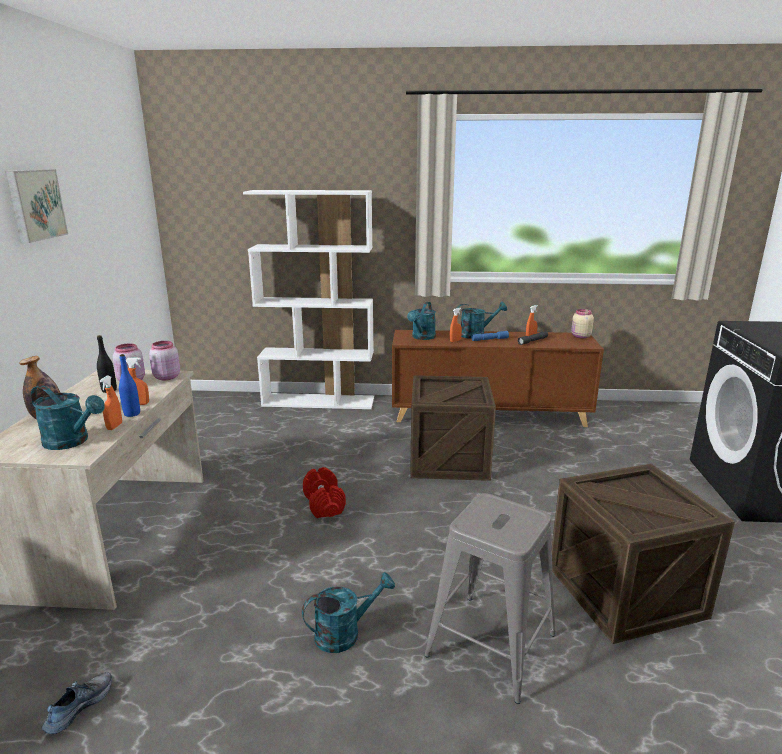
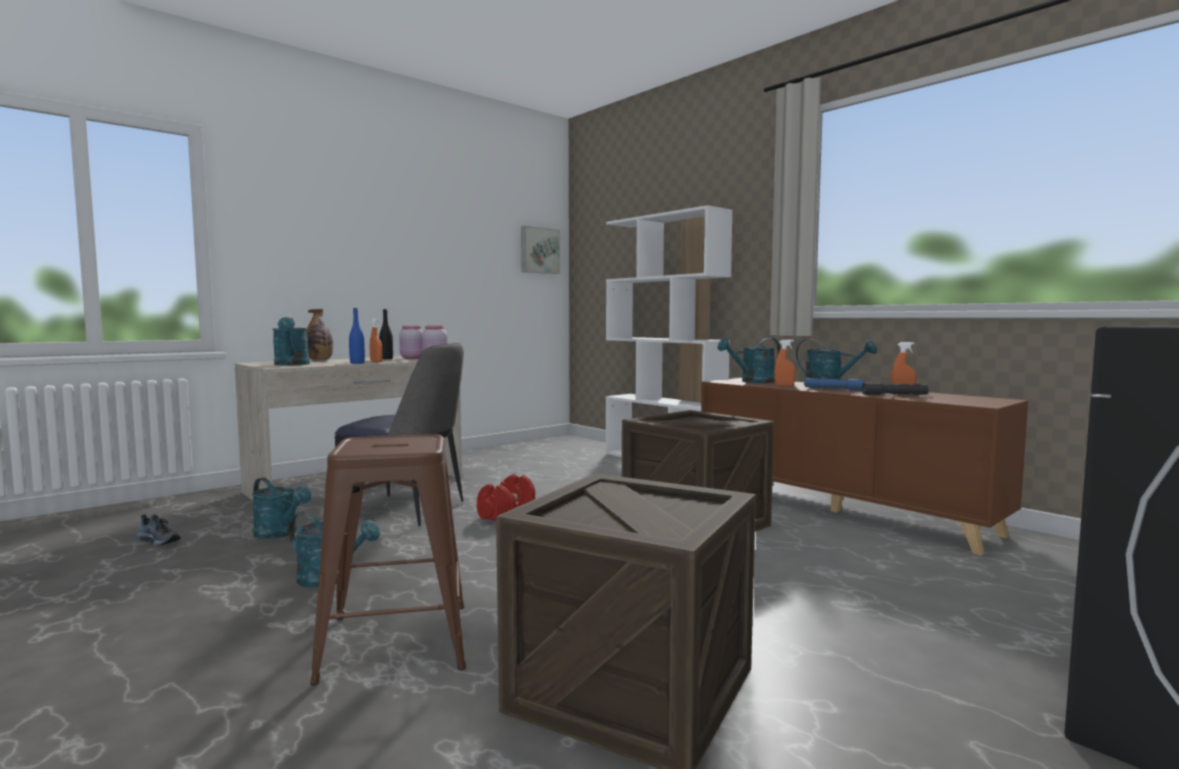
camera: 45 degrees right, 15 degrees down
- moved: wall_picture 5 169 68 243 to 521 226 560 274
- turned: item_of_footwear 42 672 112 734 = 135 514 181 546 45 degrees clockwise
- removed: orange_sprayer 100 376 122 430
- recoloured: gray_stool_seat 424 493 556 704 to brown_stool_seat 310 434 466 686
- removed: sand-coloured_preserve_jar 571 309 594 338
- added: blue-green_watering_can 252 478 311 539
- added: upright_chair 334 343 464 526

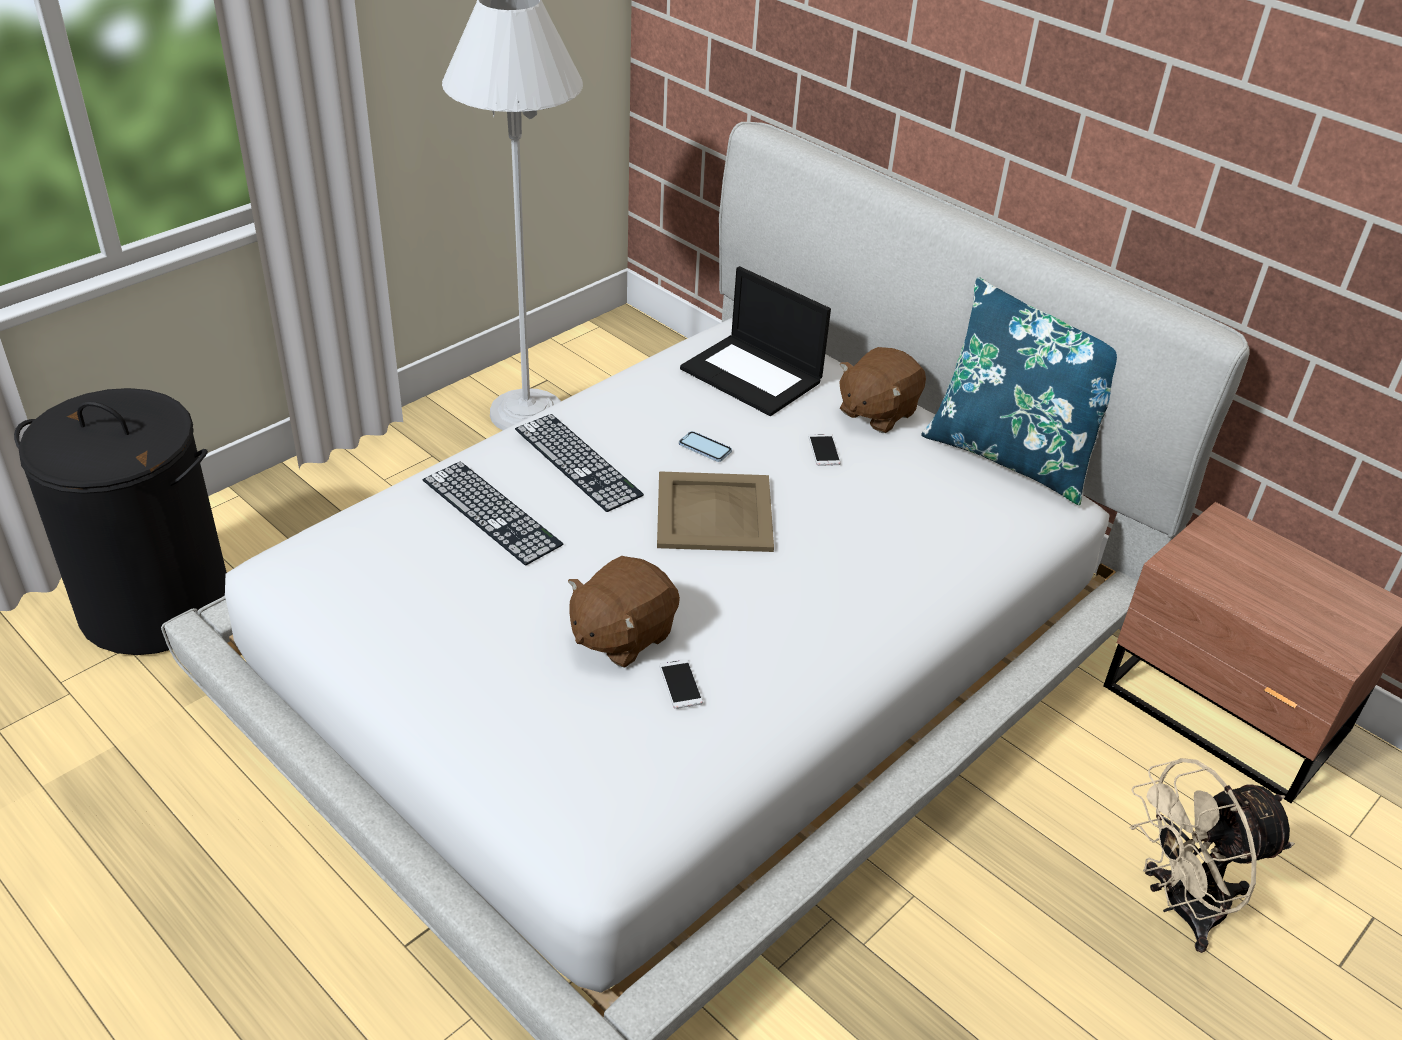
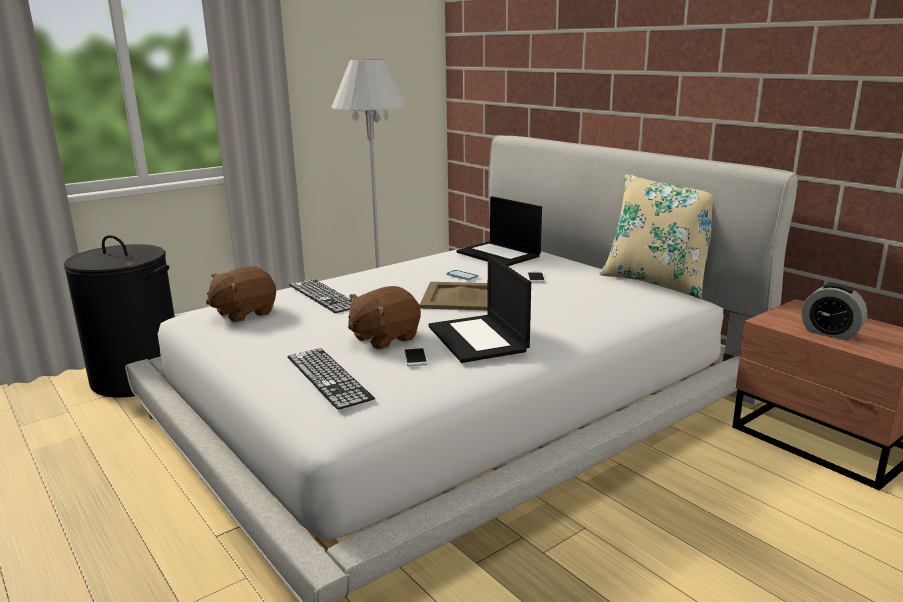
camera: 10 degrees right, 20 degrees down
- moved: PC_keyboard 515 414 644 512 to 287 348 375 410
- moved: brown_soft_toy 839 347 926 433 to 206 266 276 323
- recoloured: bluish_throw_pillow 921 277 1117 505 to sand-coloured_throw_pillow 599 174 713 299
- removed: sand-coloured_fan 1130 758 1295 953
- added: notebook_computer 428 255 531 363
- added: bedside_clock 801 283 867 340

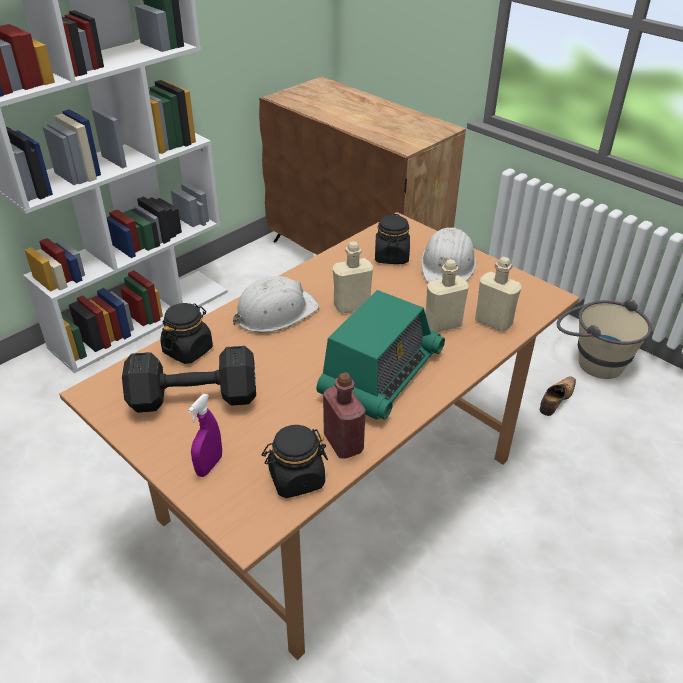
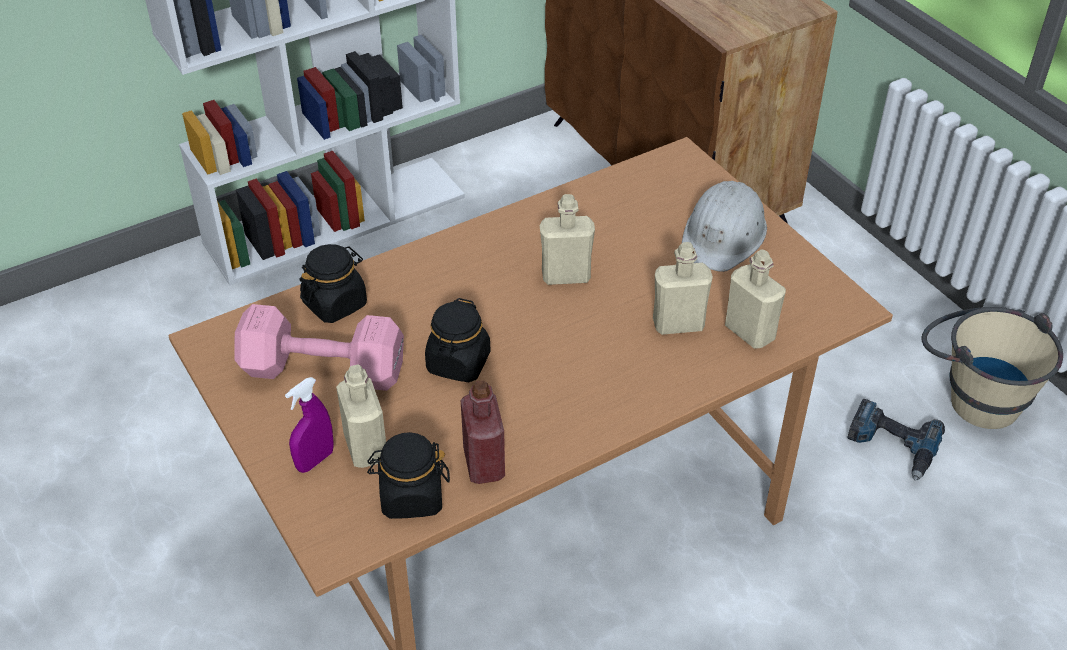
camera: 15 degrees right, 5 degrees up
- recoloured: blackish_hand_weight 122 346 256 413 to pinkish_hand_weight 234 304 404 391
- removed: white_safety_helmet 233 276 319 332
- removed: radio_receiver 316 290 445 420
- moved: blackish_preserve_jar 375 214 410 264 to 425 298 491 382
- replaced: item_of_footwear 540 376 576 416 to electric_drill 847 399 945 481
- added: sand-coloured_beverage_bottle 336 364 386 468

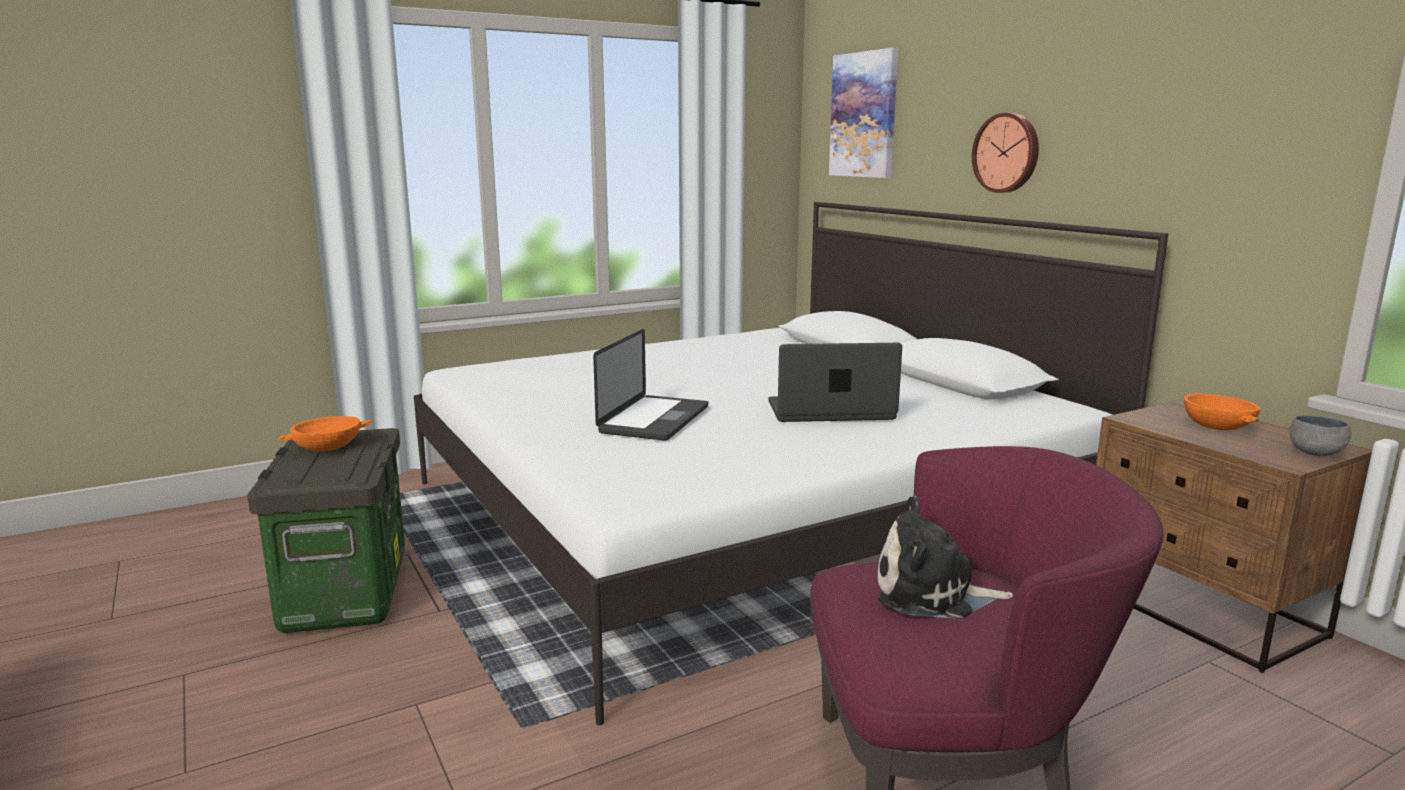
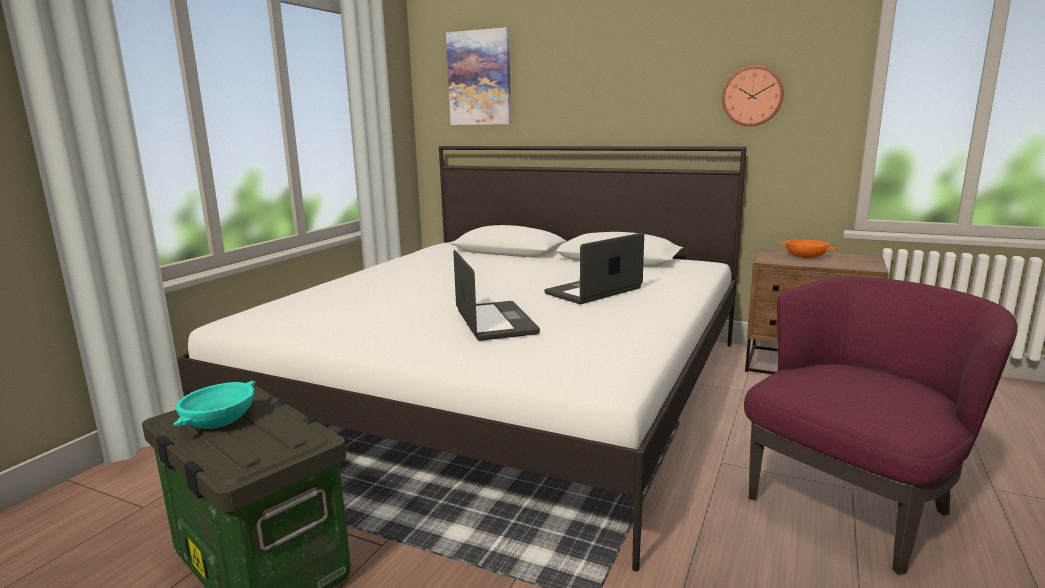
camera: 35 degrees left, 0 degrees up
- recoloured: orange_deep_dish 277 416 373 451 to blue-green_deep_dish 173 381 255 429
- removed: soft_toy 878 496 1013 619
- moved: wall_clock 972 113 1039 193 to 722 66 784 126
- removed: gray_deep_dish 1289 416 1351 456

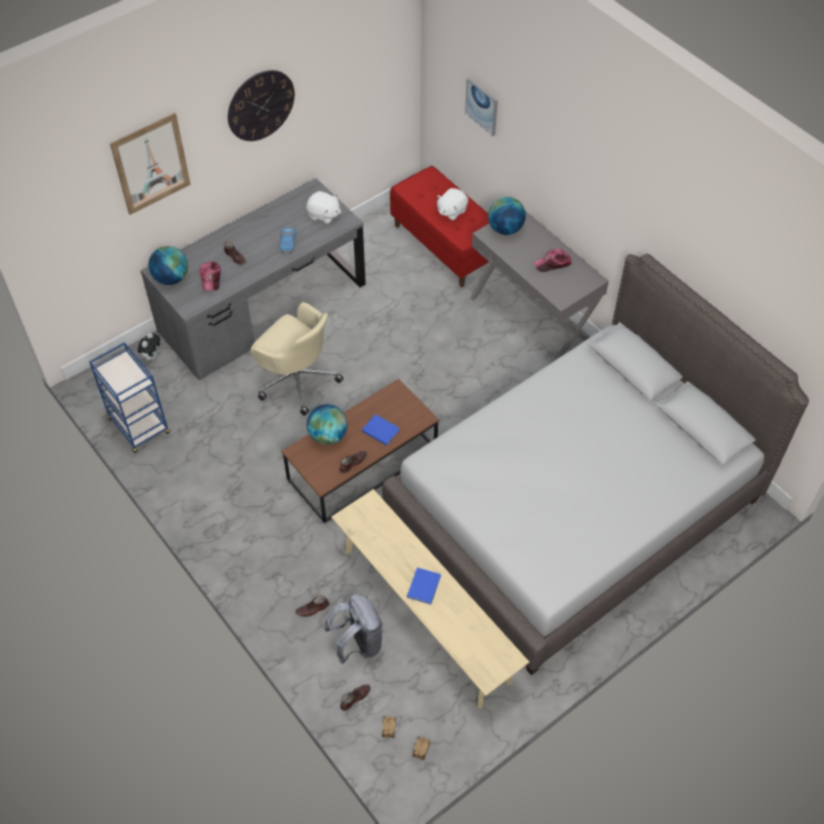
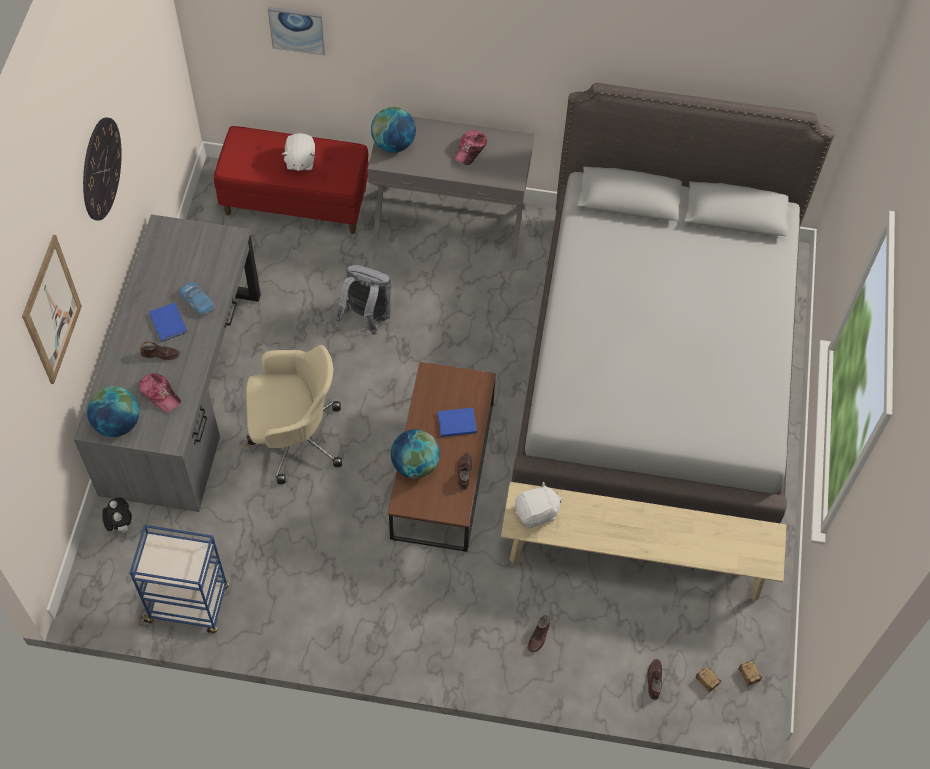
camera: 45 degrees left, 5 degrees up
- moved: white_soft_toy 306 191 341 224 to 515 481 562 528
- moved: gray_knapsack 325 594 383 664 to 336 265 391 335
- moved: bluish_book 407 568 441 605 to 149 303 188 342

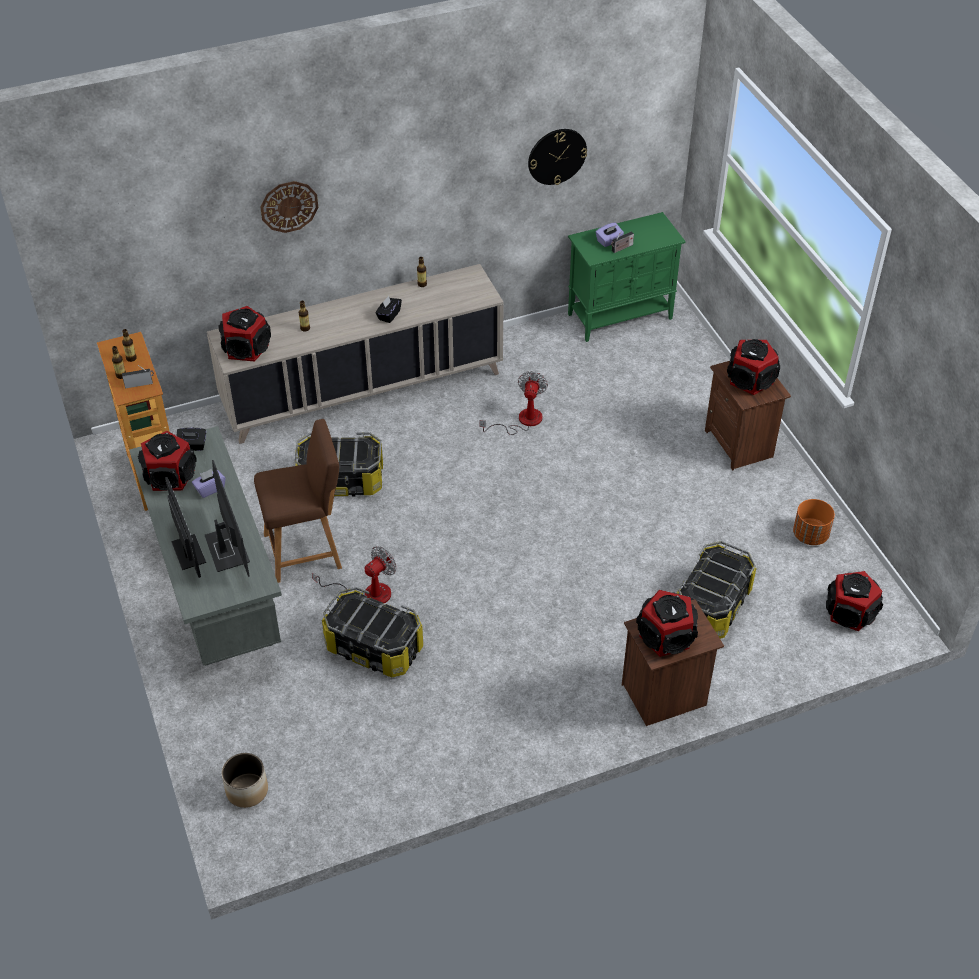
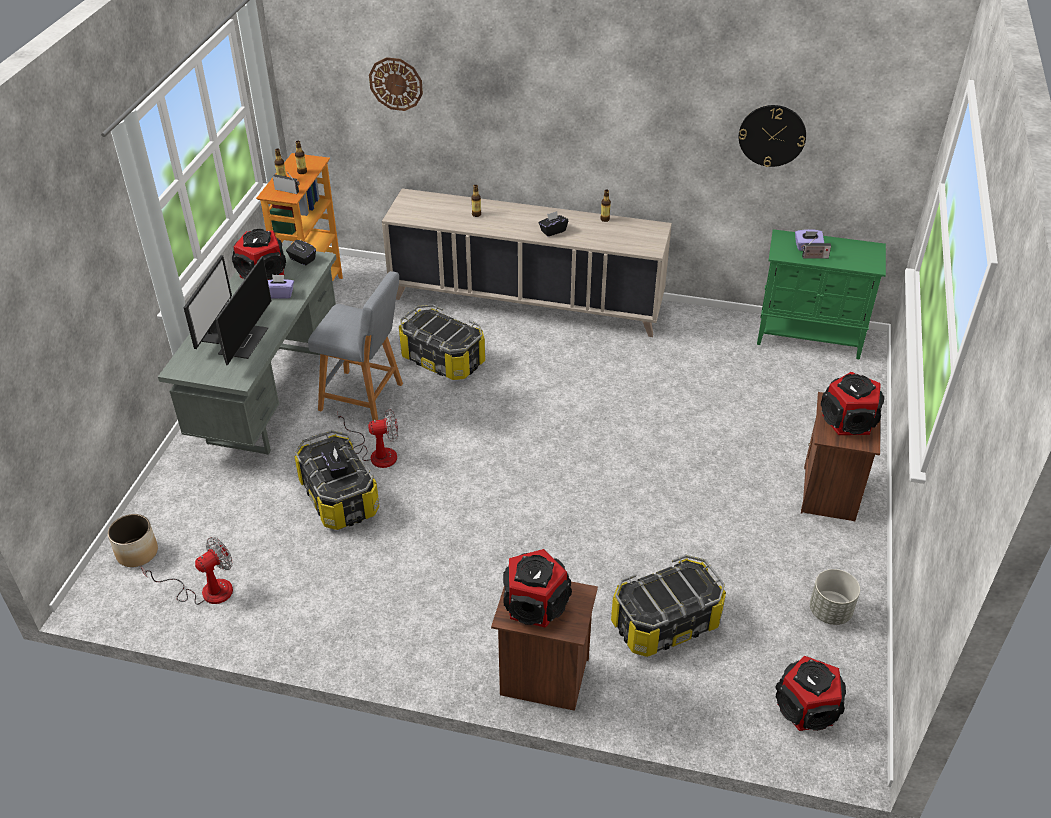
camera: 35 degrees right, 5 degrees down
- removed: speaker 219 306 271 362
- recoloured: brown_stool_seat 254 419 342 583 to gray_stool_seat 308 271 403 421
- moved: wall_clock 260 181 318 233 to 369 57 423 111
- moved: fan 479 371 548 435 to 141 537 233 605
- recoloured: orange_planter 793 499 835 545 to gray_planter 810 569 860 625
- added: blackish_tissue_box 321 447 348 478

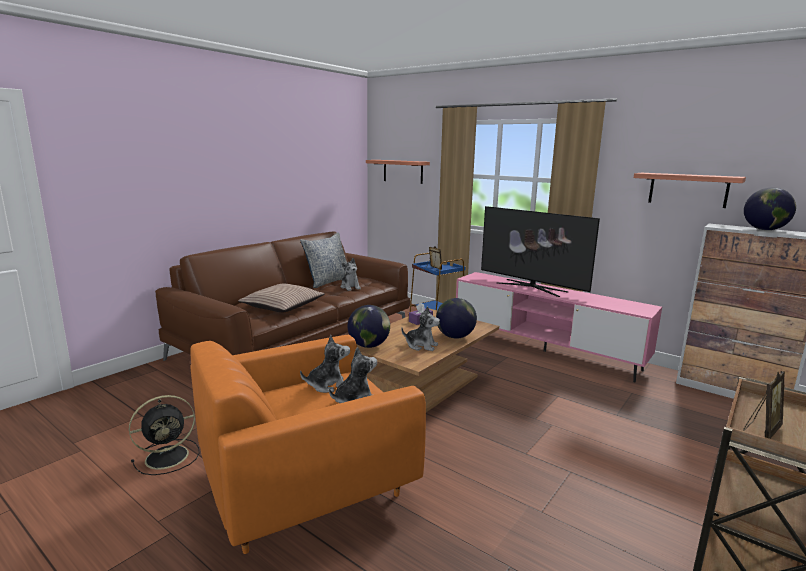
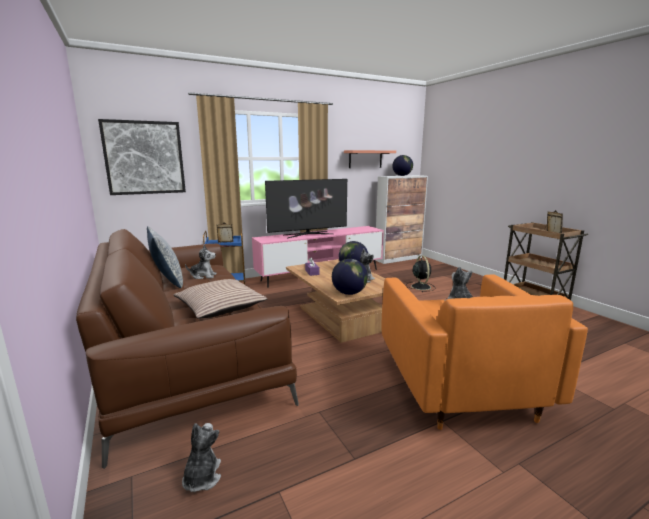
camera: 65 degrees left, 0 degrees up
- moved: blackish_fan 129 395 199 475 to 406 255 436 292
- moved: soft_toy 300 335 350 393 to 182 423 221 492
- replaced: shelf 366 160 430 184 to wall_picture 98 119 186 195

